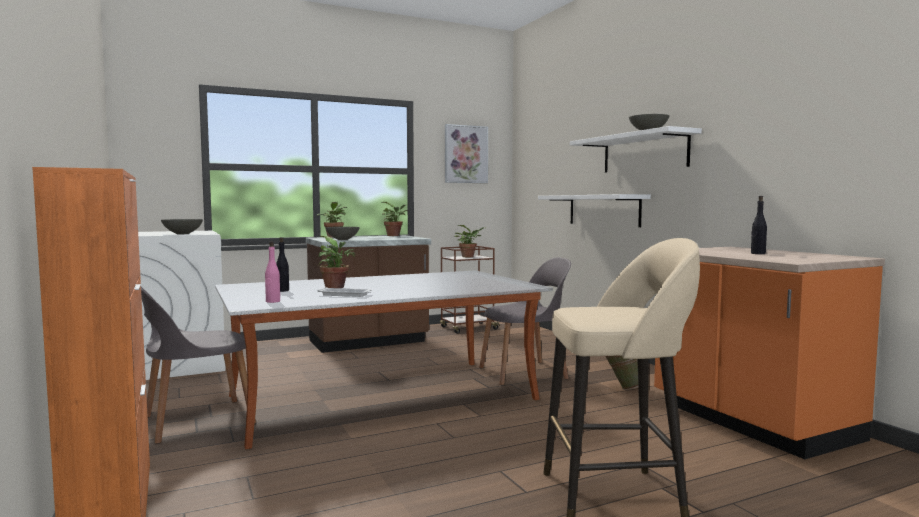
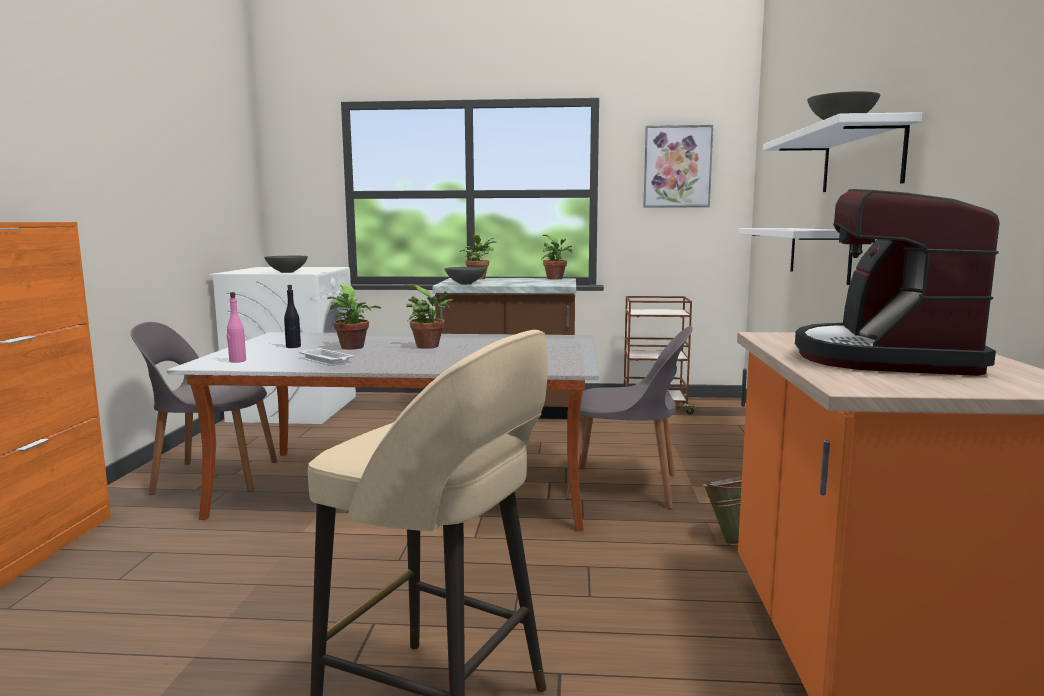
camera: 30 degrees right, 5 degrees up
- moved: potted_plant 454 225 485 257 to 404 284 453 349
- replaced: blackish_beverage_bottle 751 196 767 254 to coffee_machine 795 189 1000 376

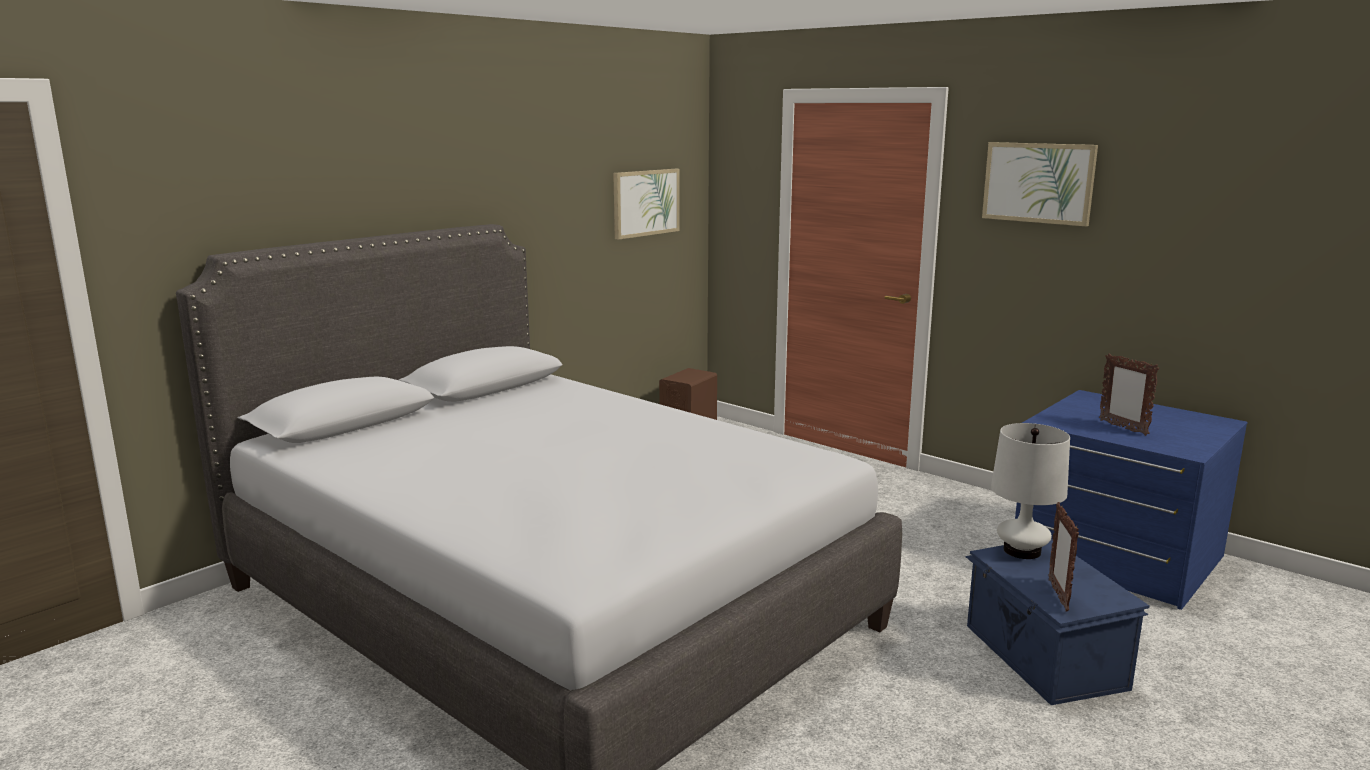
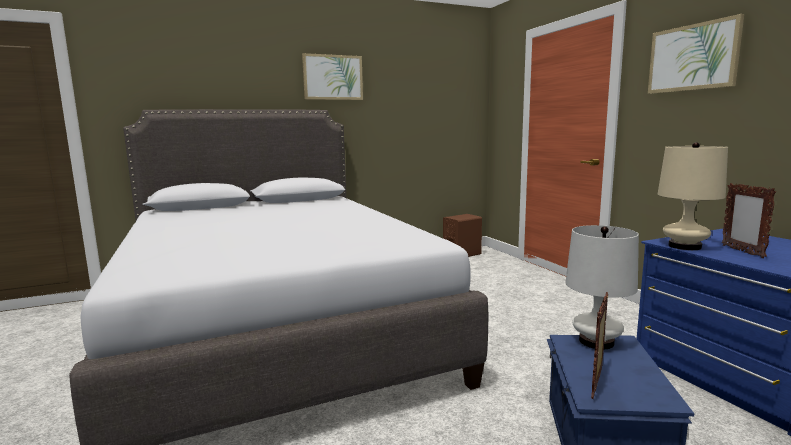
camera: 25 degrees right, 5 degrees down
- moved: wall_picture 613 169 679 240 to 302 53 363 100
- added: sand-coloured_tabletop_lamp 658 142 728 250

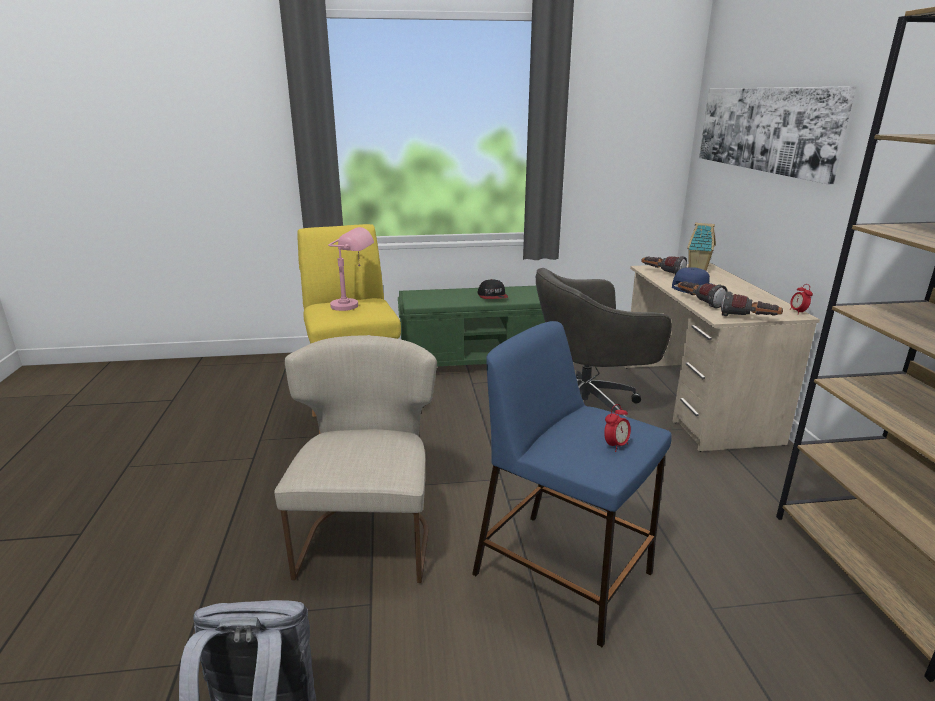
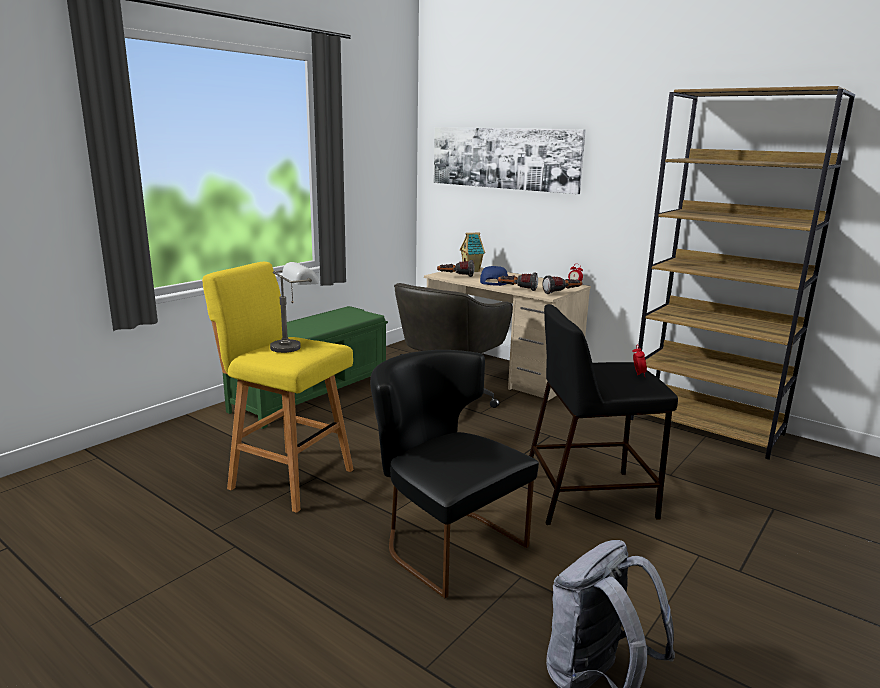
camera: 45 degrees left, 5 degrees down
- recoloured: sand-coloured_upright_chair 274 335 437 583 to blackish_upright_chair 370 350 539 599
- recoloured: pinkish_tabletop_lamp 328 227 374 311 to gray_tabletop_lamp 270 262 320 353
- recoloured: bluish_stool_seat 472 321 672 647 to blackish_stool_seat 529 304 678 525
- removed: baseball_cap 478 279 508 299

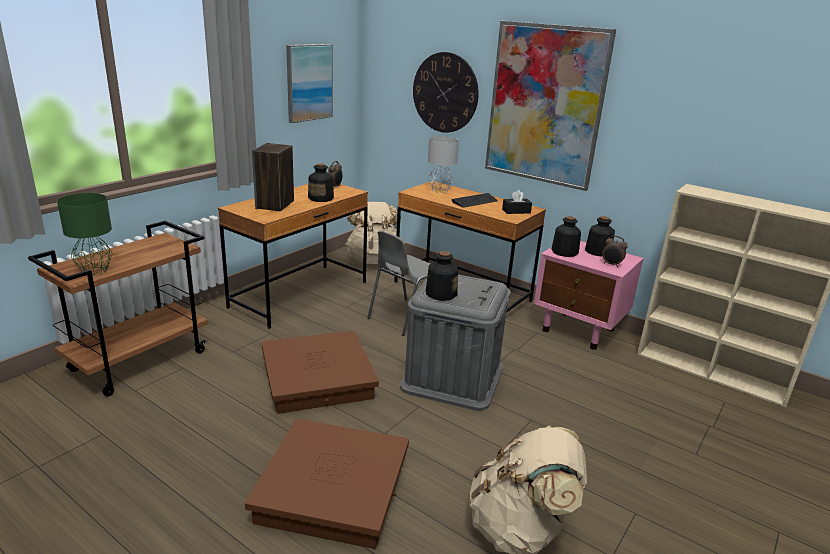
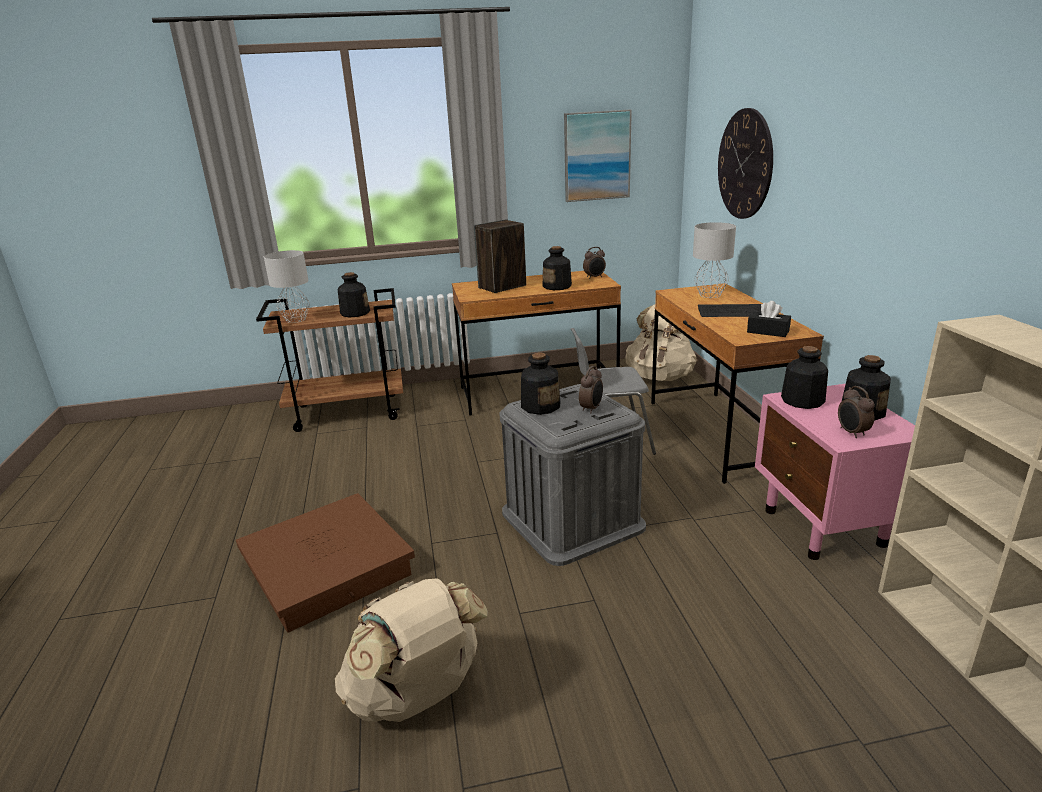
camera: 45 degrees right, 0 degrees up
- recoloured: green_tabletop_lamp 57 193 112 276 to gray_tabletop_lamp 264 250 310 323
- removed: brown_storage_container 262 331 379 414
- removed: wall_picture 485 21 616 191
- added: beverage_bottle 338 272 370 317
- added: bedside_clock 579 366 603 413

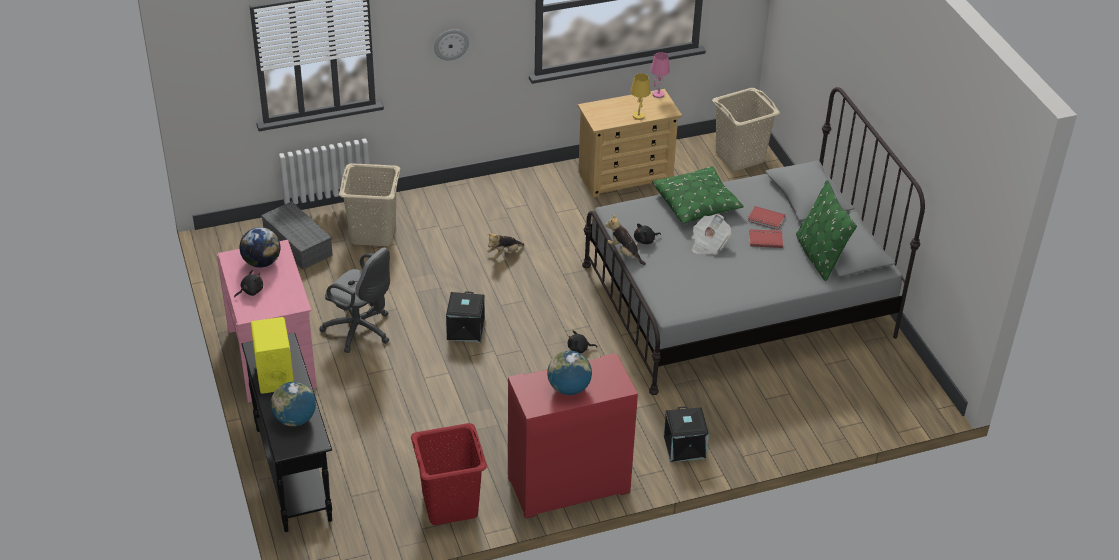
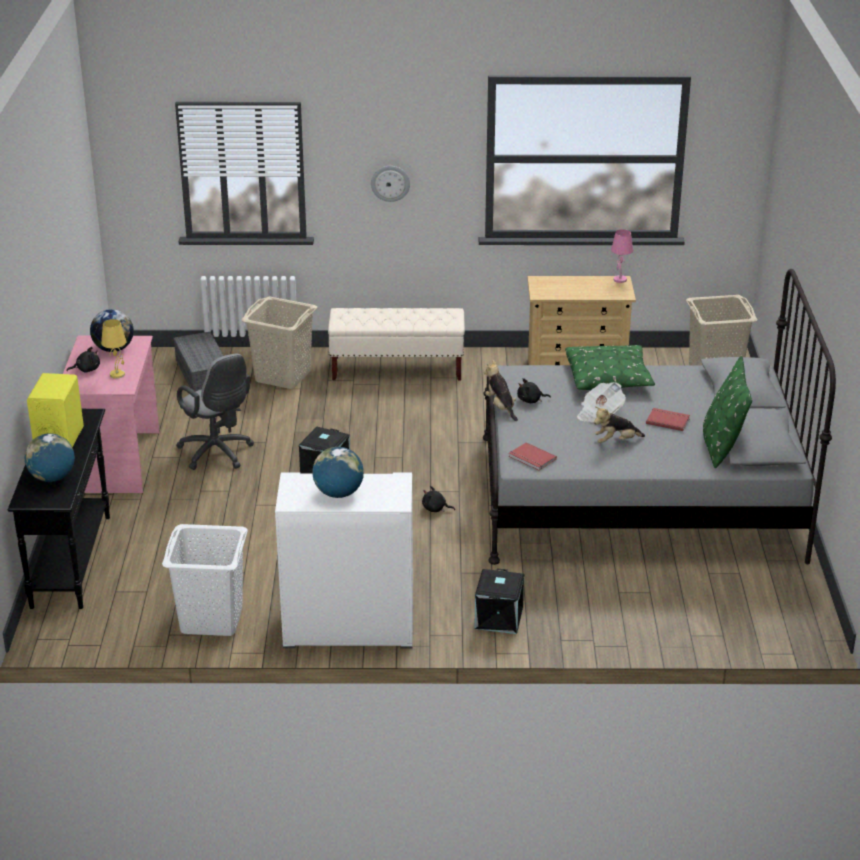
camera: 20 degrees right, 10 degrees down
- recoloured: reddish_washing_basket 411 423 487 525 to white_washing_basket 162 524 248 636
- moved: soft_toy 487 233 524 260 to 594 406 645 443
- recoloured: reddish_cupboard 508 353 638 519 to white_cupboard 275 472 413 648
- moved: yellowish_tabletop_lamp 630 73 651 120 to 101 319 126 379
- moved: reddish_book 748 206 785 230 to 509 442 557 470
- added: sand-coloured_long_seat 328 308 465 381

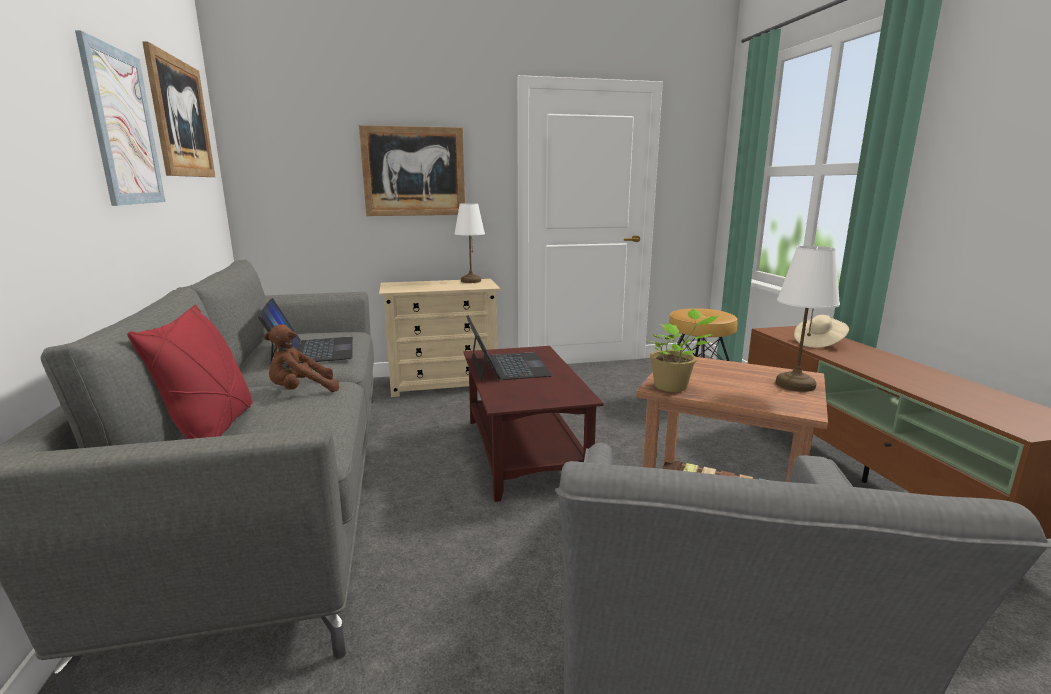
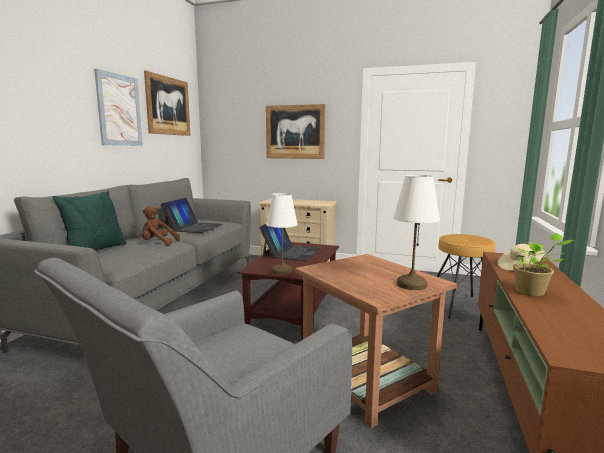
camera: 30 degrees right, 5 degrees down
- recoloured: reddish_throw_pillow 127 304 253 439 to green_throw_pillow 53 191 127 251
- moved: white_tabletop_lamp 454 203 485 283 to 266 193 298 275
- moved: potted_plant 649 309 719 392 to 508 233 573 296

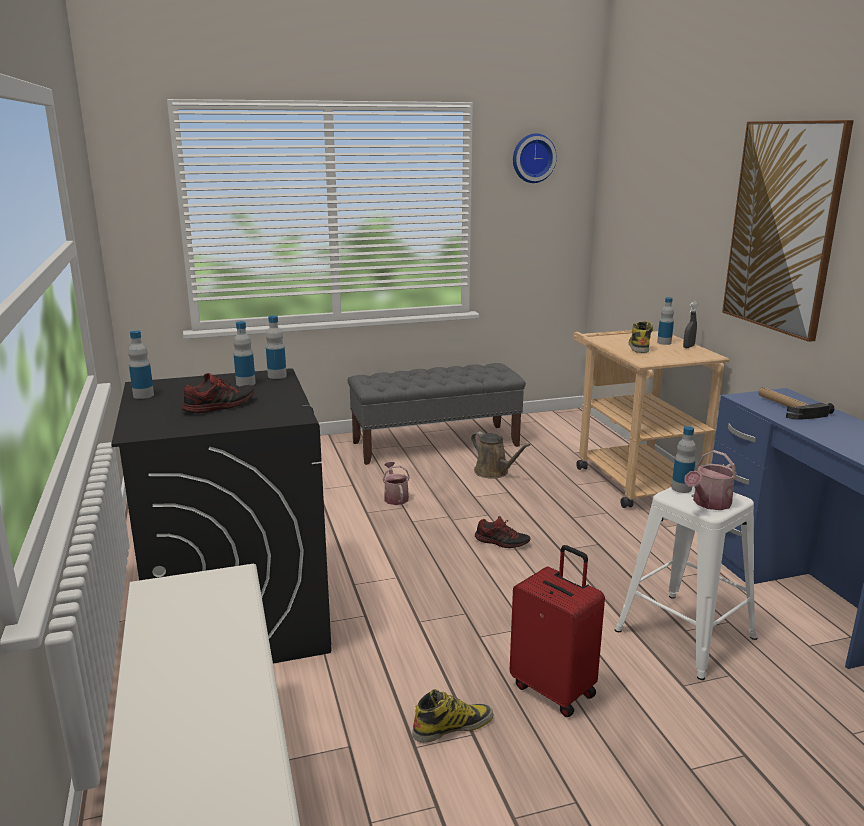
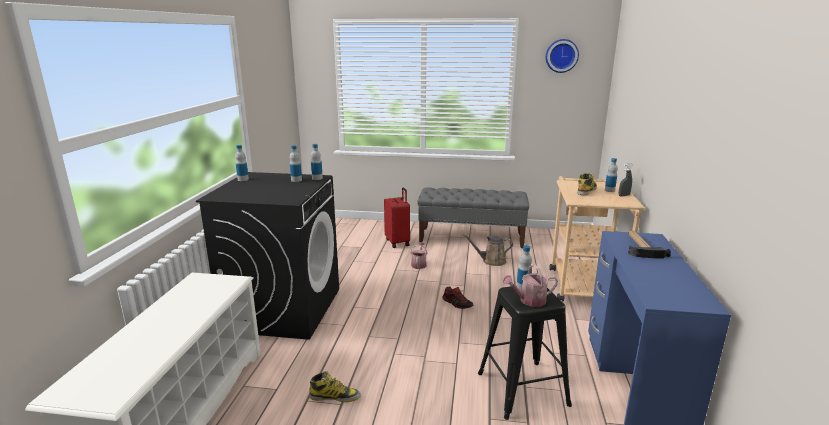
camera: 25 degrees right, 0 degrees up
- removed: item_of_footwear 181 373 254 414
- turned: brown_watering_can 471 432 530 479 = 463 234 513 266 105 degrees clockwise
- moved: reddish_piece_of_luggage 510 545 605 717 to 384 187 410 248
- recoloured: white_stool_seat 615 486 758 680 to blackish_stool_seat 478 286 572 420
- removed: wall_picture 722 120 854 342

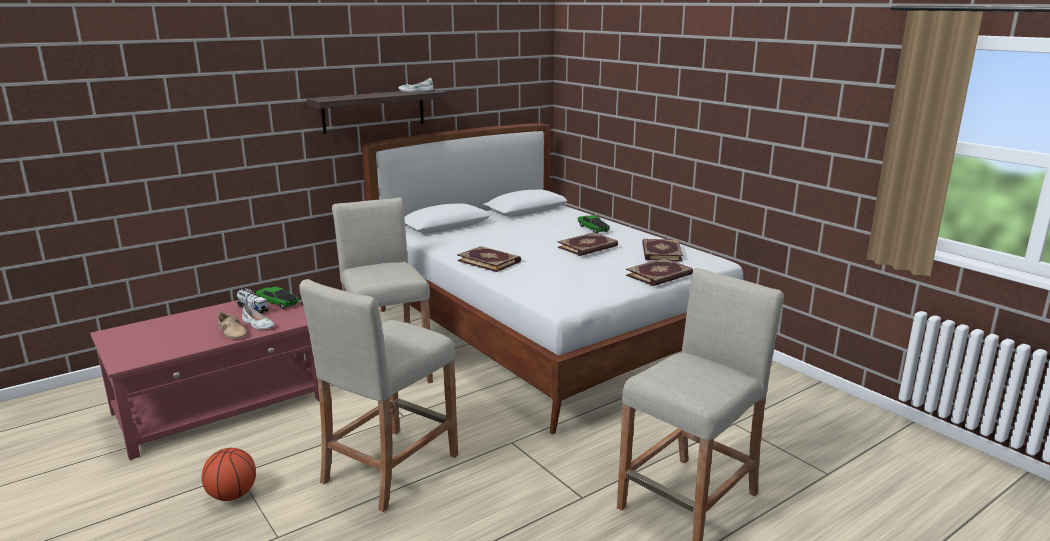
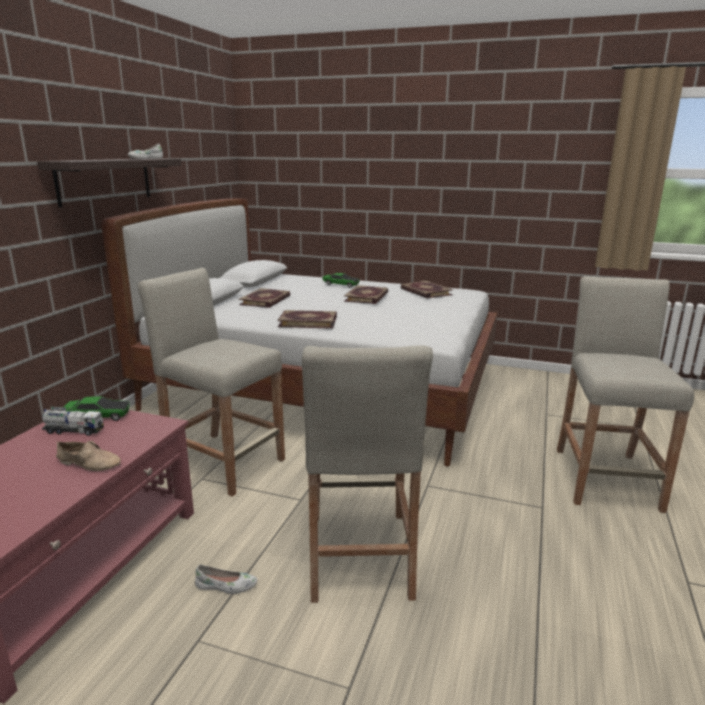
camera: 35 degrees left, 0 degrees up
- removed: basketball_ball 202 448 256 501
- moved: white_item_of_footwear 242 305 275 329 to 195 565 257 594
- moved: book 626 258 693 286 to 239 288 290 308

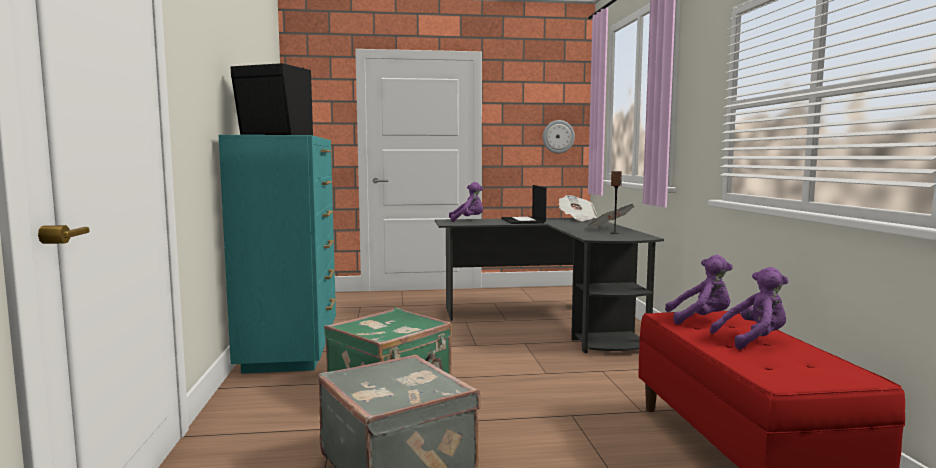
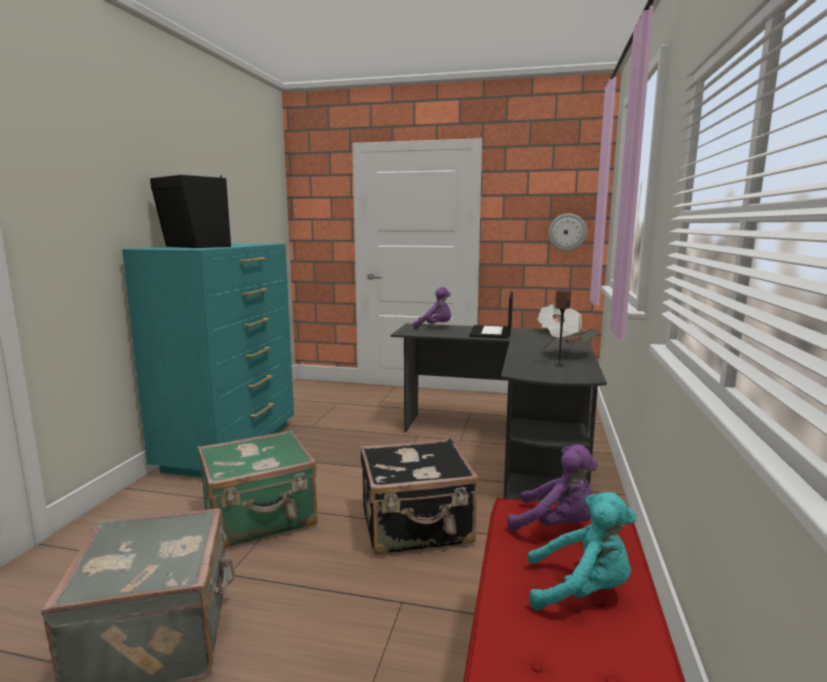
camera: 20 degrees right, 5 degrees up
- recoloured: purple_soft_toy 710 267 788 350 to blue-green_soft_toy 528 492 636 611
- added: blackish_piece_of_luggage 360 438 478 555

